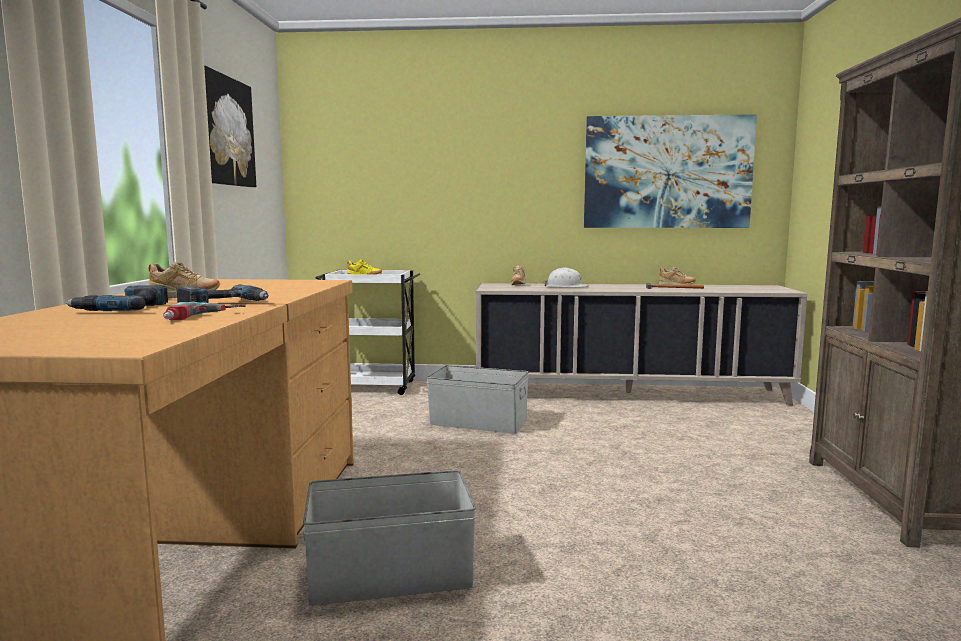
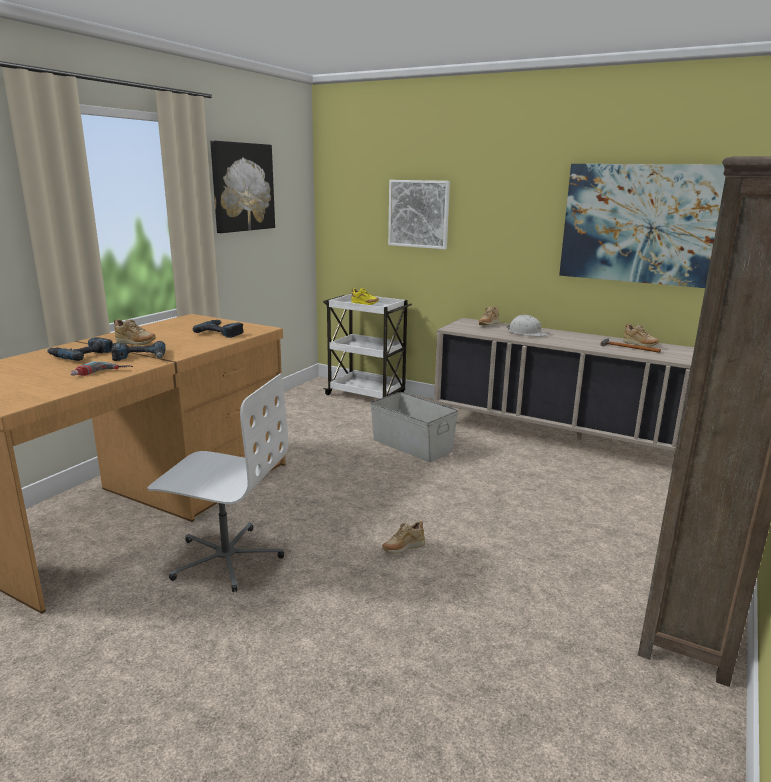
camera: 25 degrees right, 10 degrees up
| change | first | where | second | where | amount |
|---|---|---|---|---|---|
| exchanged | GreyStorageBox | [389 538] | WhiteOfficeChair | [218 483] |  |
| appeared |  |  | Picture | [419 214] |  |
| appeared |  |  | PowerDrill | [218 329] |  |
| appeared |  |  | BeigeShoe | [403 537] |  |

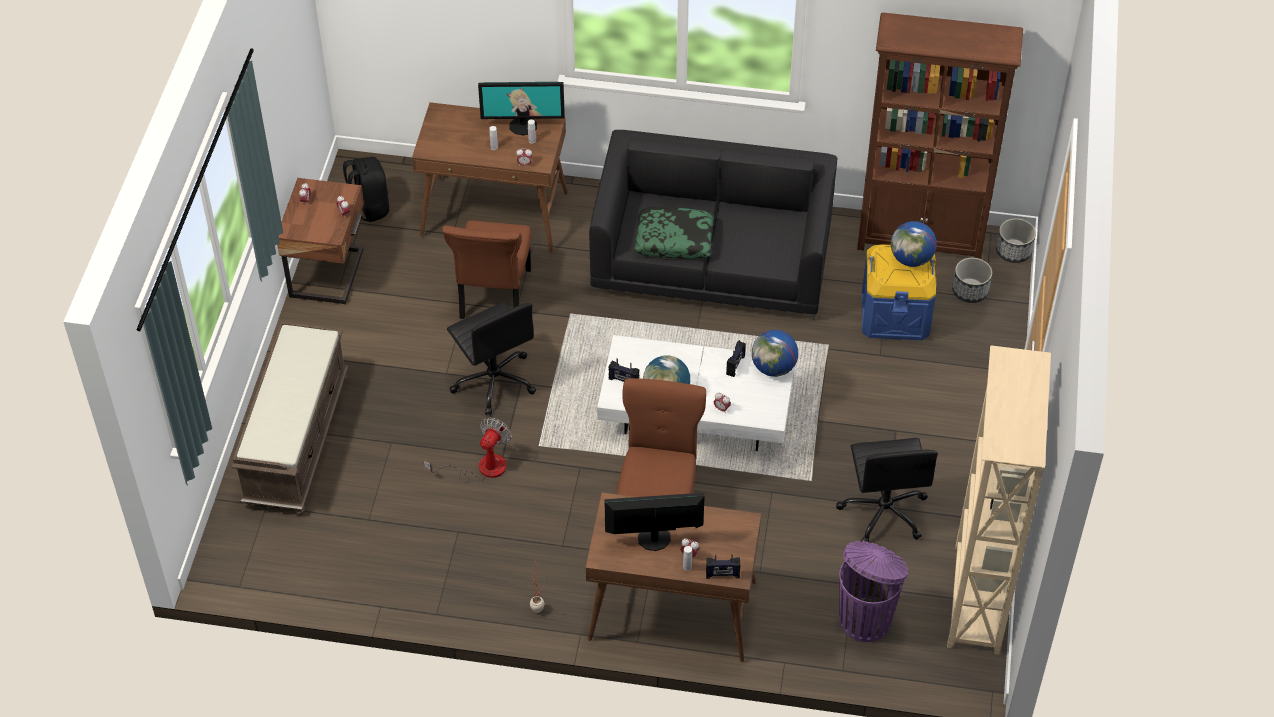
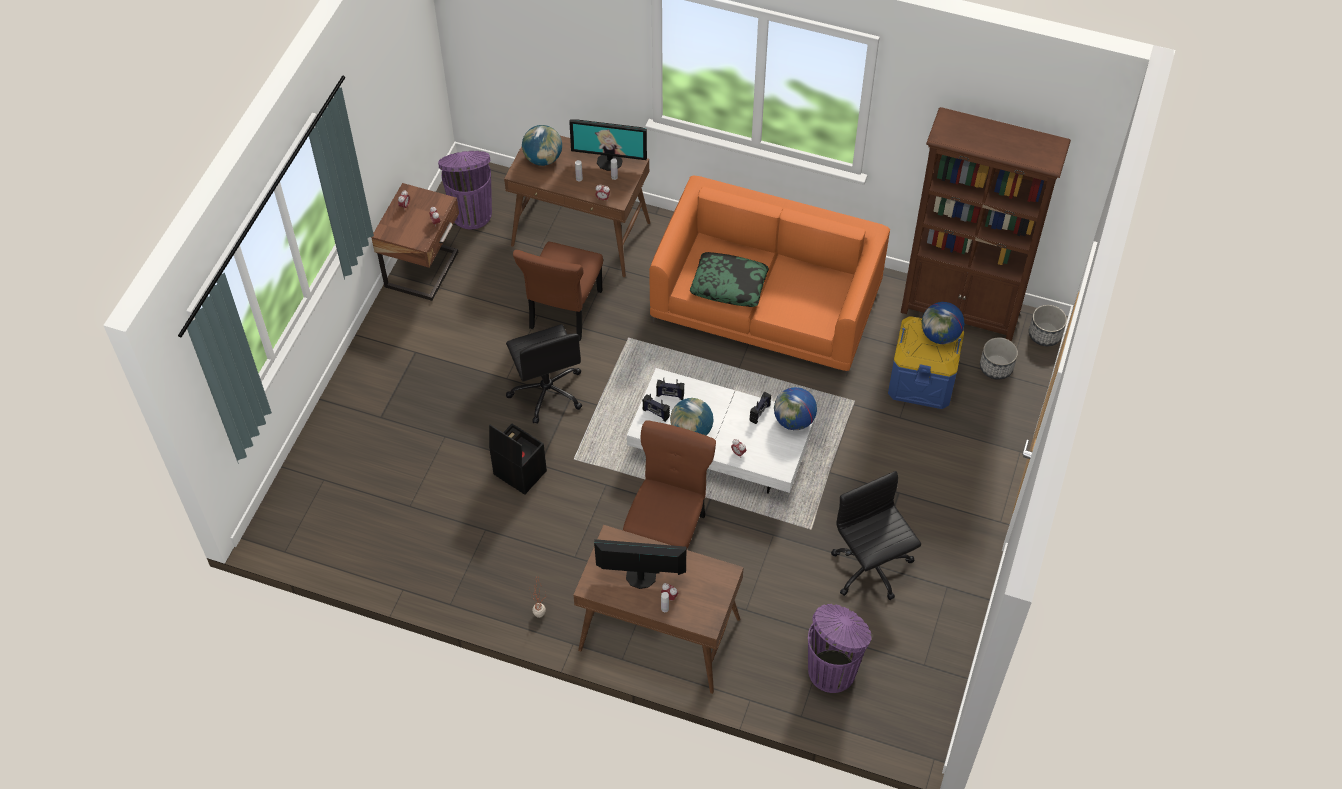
camera: 10 degrees right, 5 degrees up
| change | first | where | second | where | amount |
|---|---|---|---|---|---|
| colour | BlackSofa | [713 225] | OrangeSofa | [769 276] |  |
| exchanged | BlackBackpack | [366 189] | PurpleTrashCan | [465 190] |  |
| missing | BrownBench | [290 418] |  |  |  |
| missing | BeigeBookcase | [999 500] |  |  |  |
| exchanged | Fan | [468 450] | BlackStorageBox | [518 459] |  |
| spun | BlackOfficeChair | [887 490] |  | [876 535] | 150 degrees clockwise |
| relocated | Radio | [723 566] |  | [670 388] |  |
| appeared |  |  | Globe | [542 145] |  |

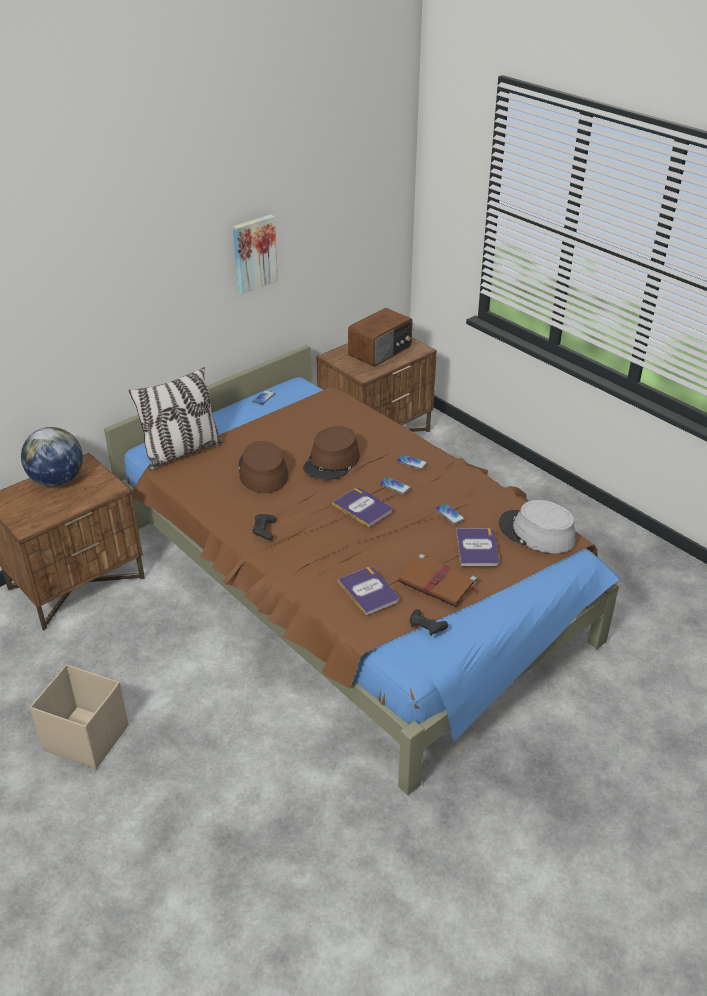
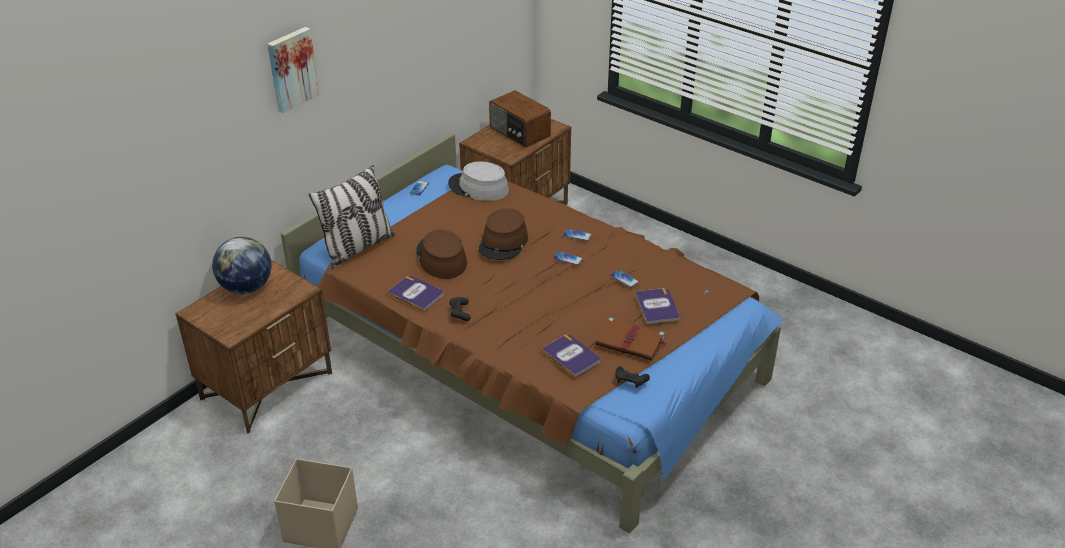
camera: 10 degrees left, 0 degrees up
| change | first | where | second | where | amount |
|---|---|---|---|---|---|
| relocated | Picture | [255 254] |  | [293 70] |  |
| spun | Radio | [380 337] |  | [520 119] | 105 degrees clockwise |
| relocated | Book | [362 507] |  | [415 293] |  |
| relocated | GreyHat | [537 526] |  | [478 181] |  |

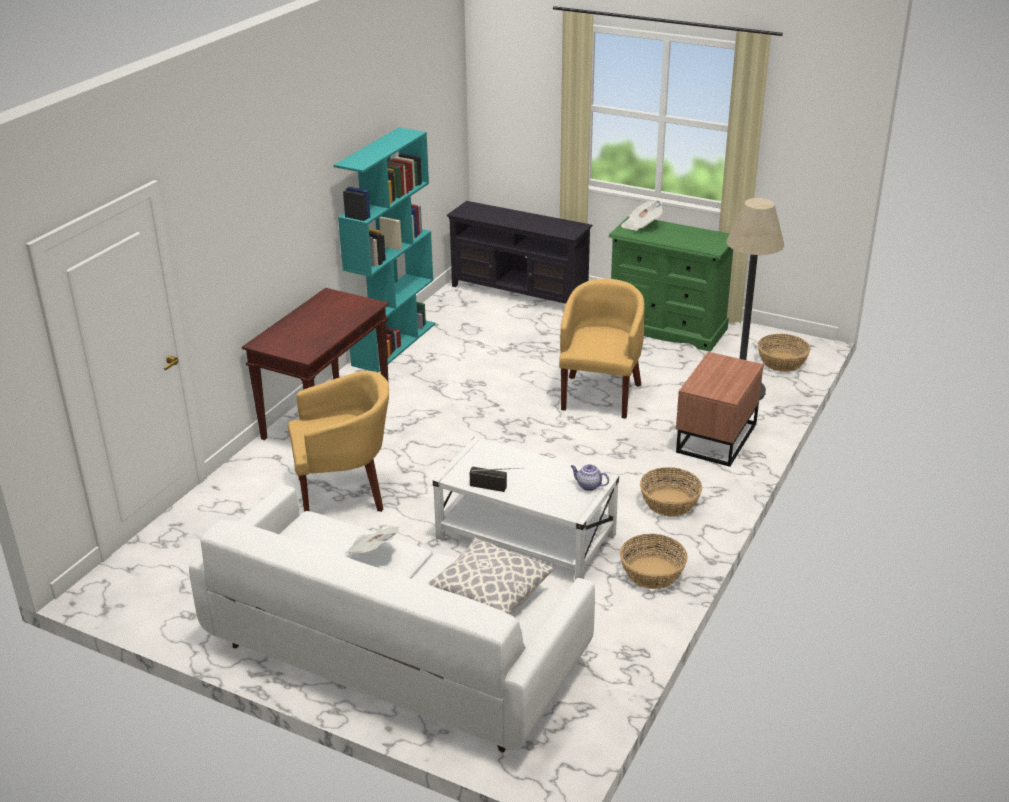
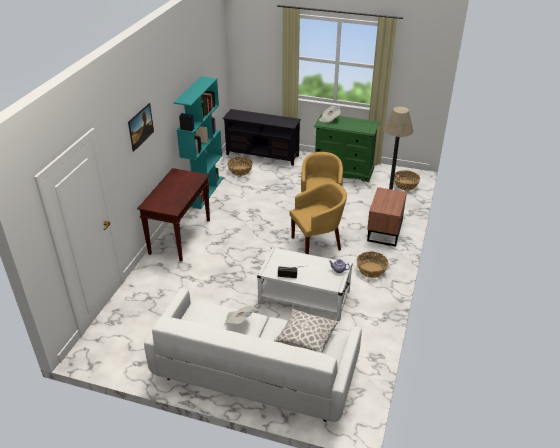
camera: 10 degrees left, 5 degrees up
| change | first | where | second | where | amount |
|---|---|---|---|---|---|
| relocated | YellowArmchair | [338 441] |  | [318 218] |  |
| relocated | Basket | [654 561] |  | [240 166] |  |
| appeared |  |  | Picture | [141 127] |  |

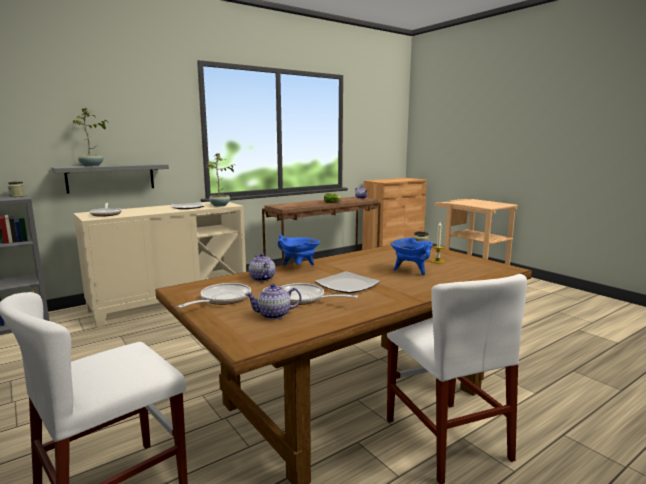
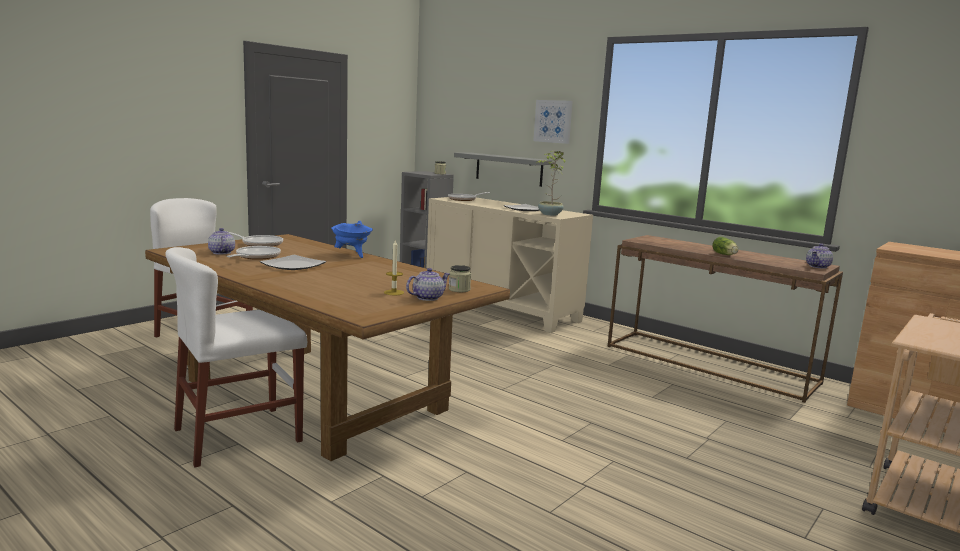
camera: 75 degrees right, 0 degrees up
| change | first | where | second | where | amount |
|---|---|---|---|---|---|
| missing | PottedPlant | [90 137] |  |  |  |
| missing | BlueCookingPot | [412 256] |  |  |  |
| relocated | Teapot | [262 267] |  | [428 284] |  |
| appeared |  |  | Picture | [553 122] |  |

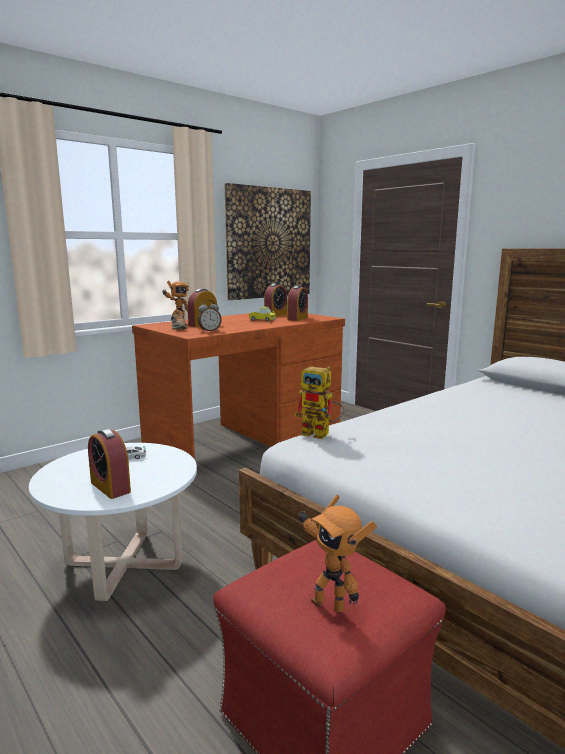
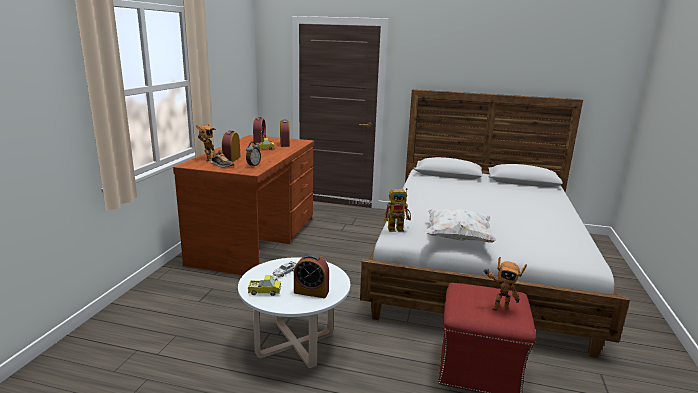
camera: 35 degrees left, 5 degrees up
| change | first | where | second | where | amount |
|---|---|---|---|---|---|
| missing | Picture | [267 241] |  |  |  |
| appeared |  |  | WhitePillow | [460 226] |  |
| appeared |  |  | ToyTruck | [264 285] |  |

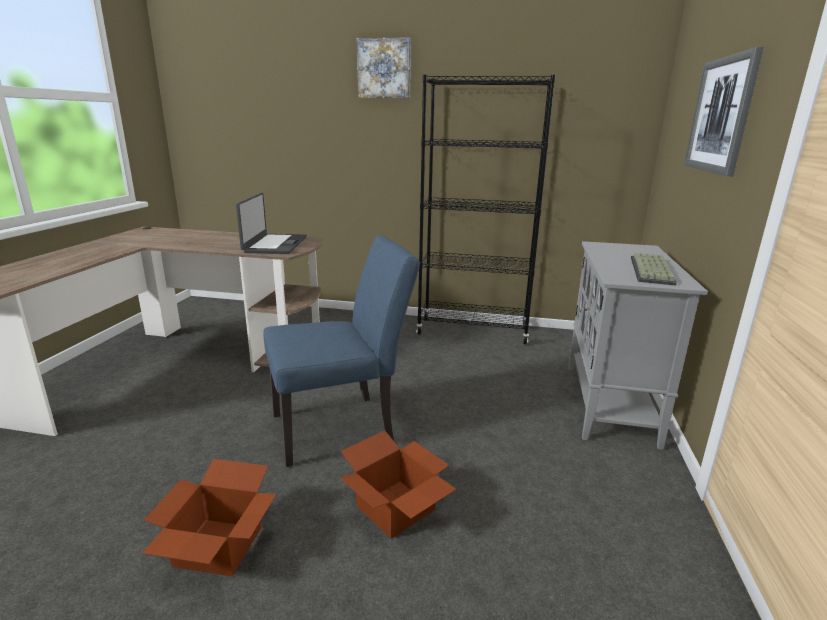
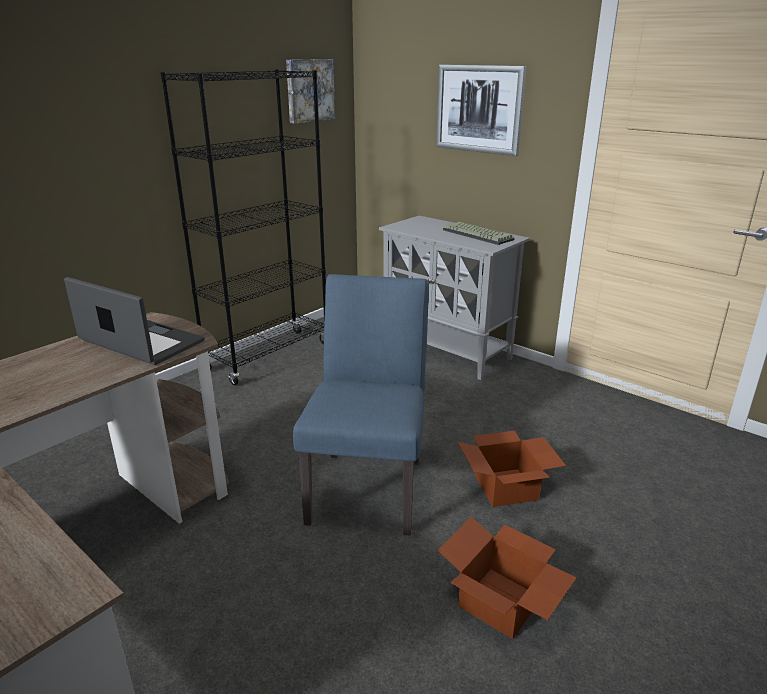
camera: 60 degrees left, 5 degrees up
| change | first | where | second | where | amount |
|---|---|---|---|---|---|
| relocated | Picture | [384 67] |  | [310 91] |  |

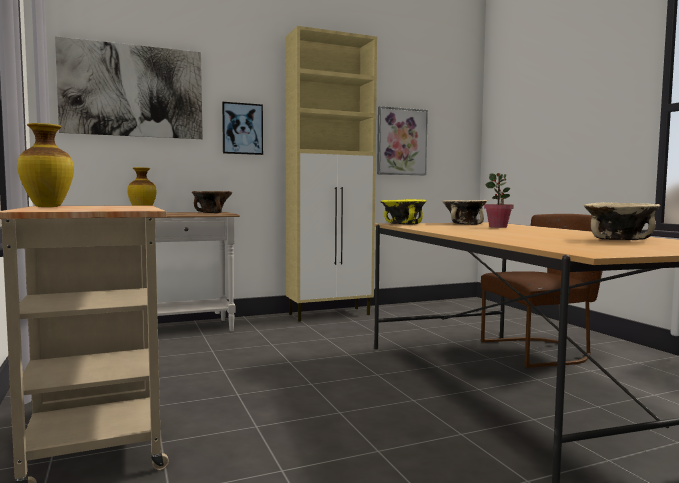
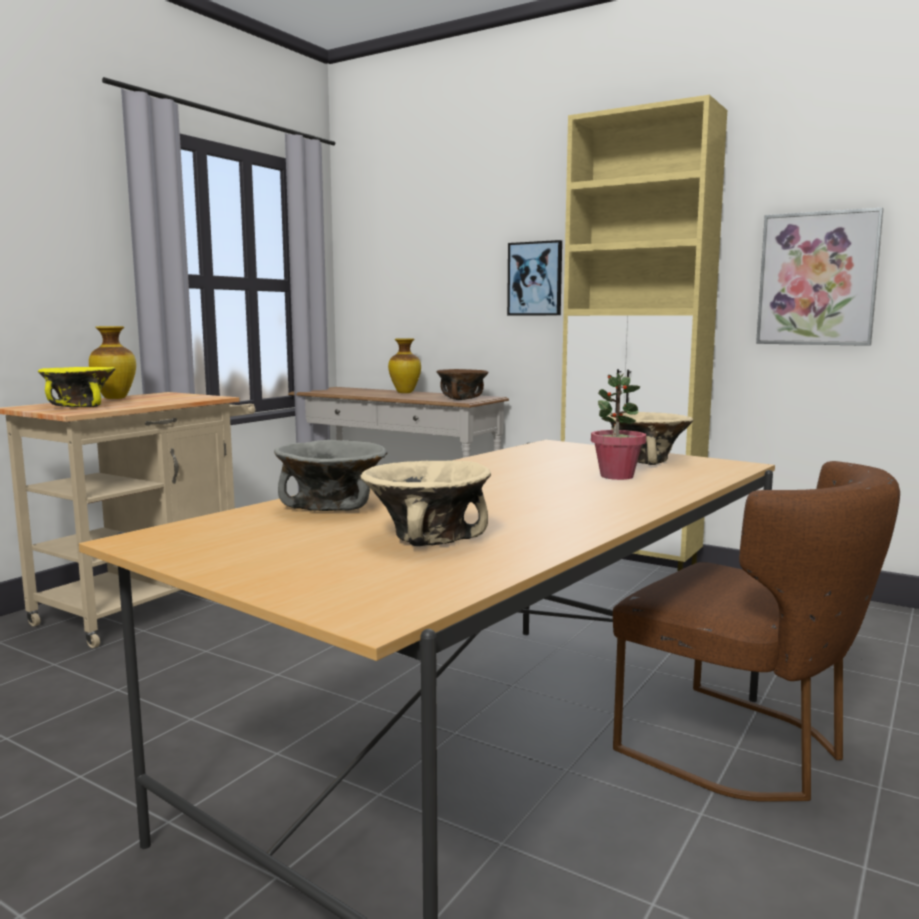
camera: 55 degrees right, 5 degrees up
| change | first | where | second | where | amount |
|---|---|---|---|---|---|
| missing | Picture | [129 87] |  |  |  |
| relocated | YellowBowl | [403 212] |  | [76 387] |  |
| appeared |  |  | GreyBowl | [330 475] |  |

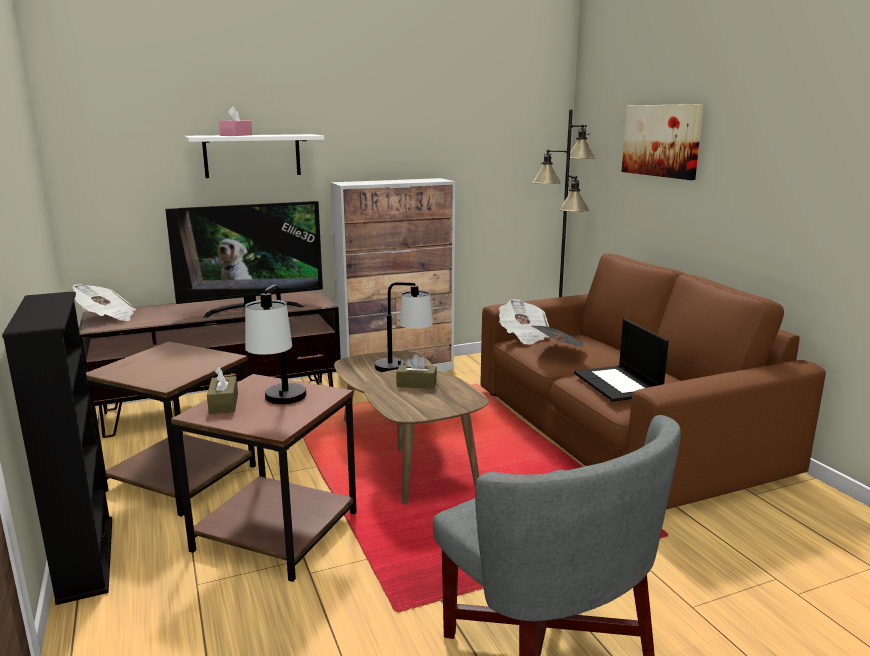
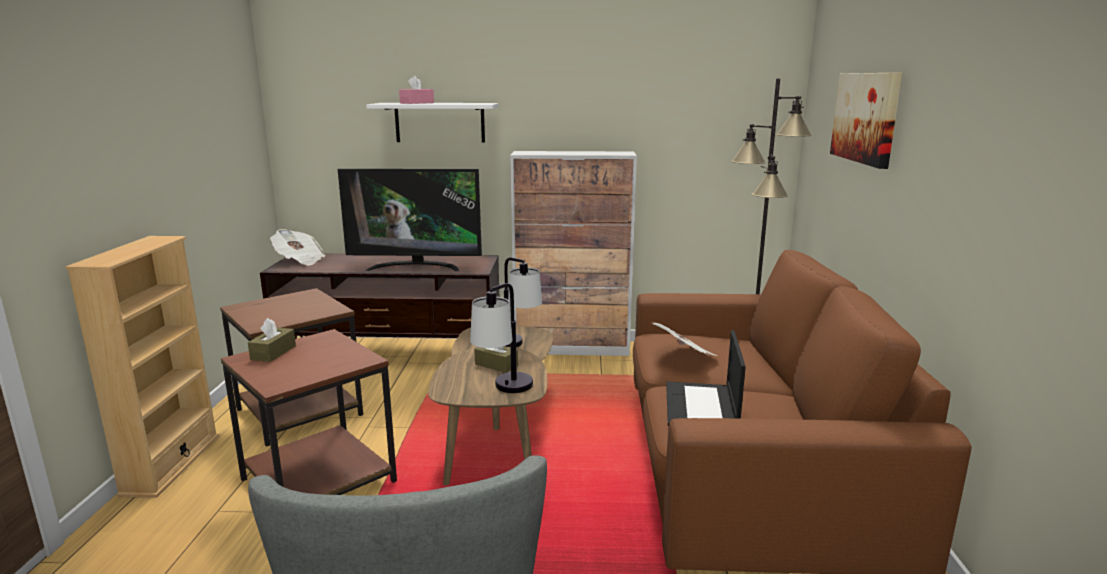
camera: 25 degrees right, 0 degrees up
| change | first | where | second | where | amount |
|---|---|---|---|---|---|
| relocated | TableLamp | [275 344] |  | [501 338] |  |
| colour | BlackBookcase | [57 448] | BeigeBookcase | [142 367] |  |
| missing | Newspaper | [524 322] |  |  |  |

